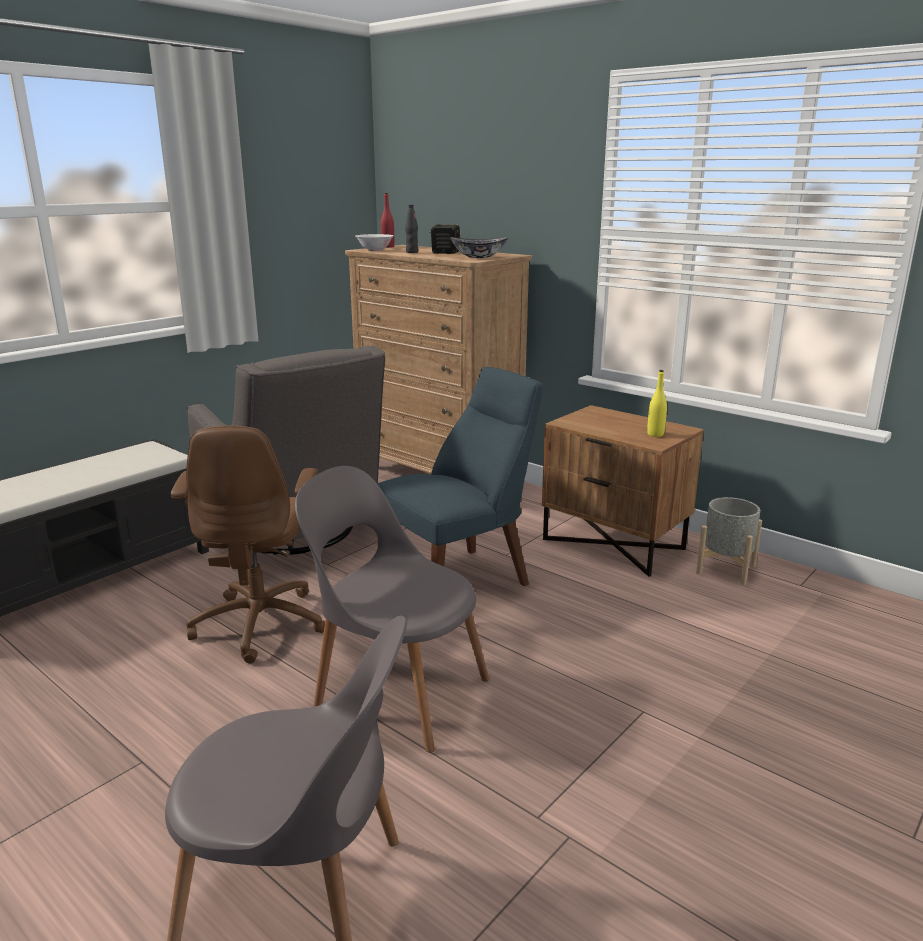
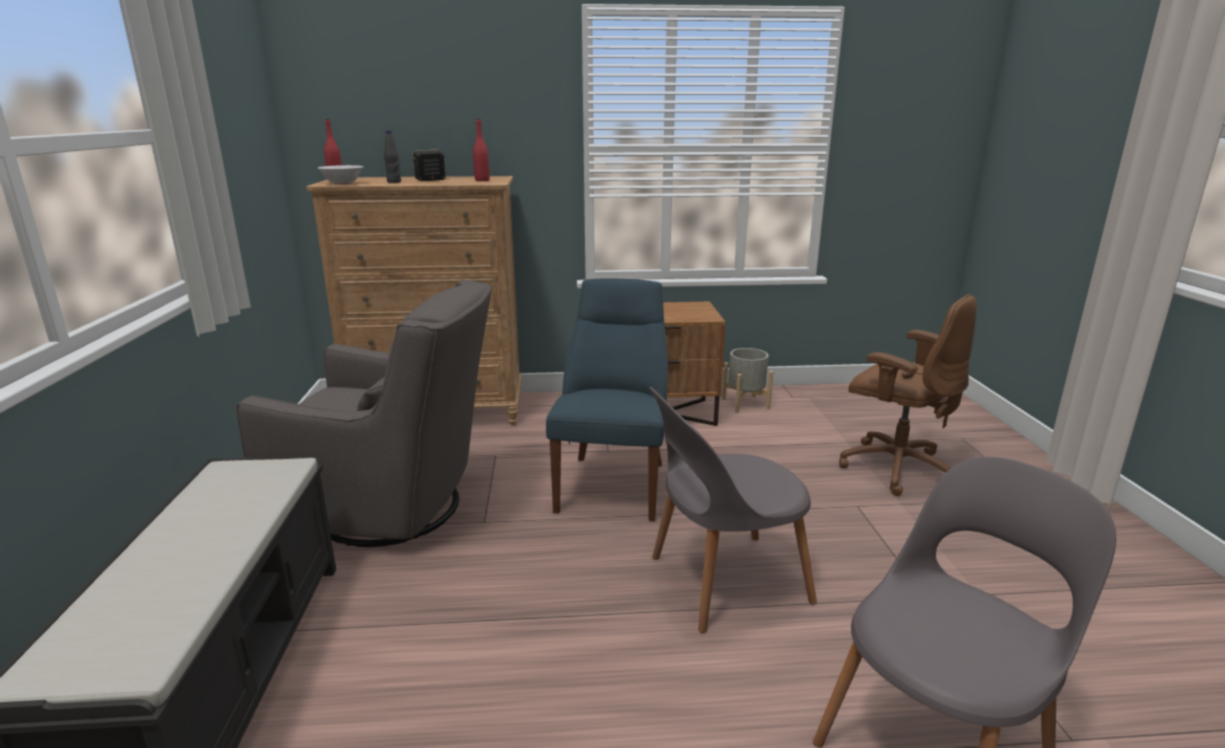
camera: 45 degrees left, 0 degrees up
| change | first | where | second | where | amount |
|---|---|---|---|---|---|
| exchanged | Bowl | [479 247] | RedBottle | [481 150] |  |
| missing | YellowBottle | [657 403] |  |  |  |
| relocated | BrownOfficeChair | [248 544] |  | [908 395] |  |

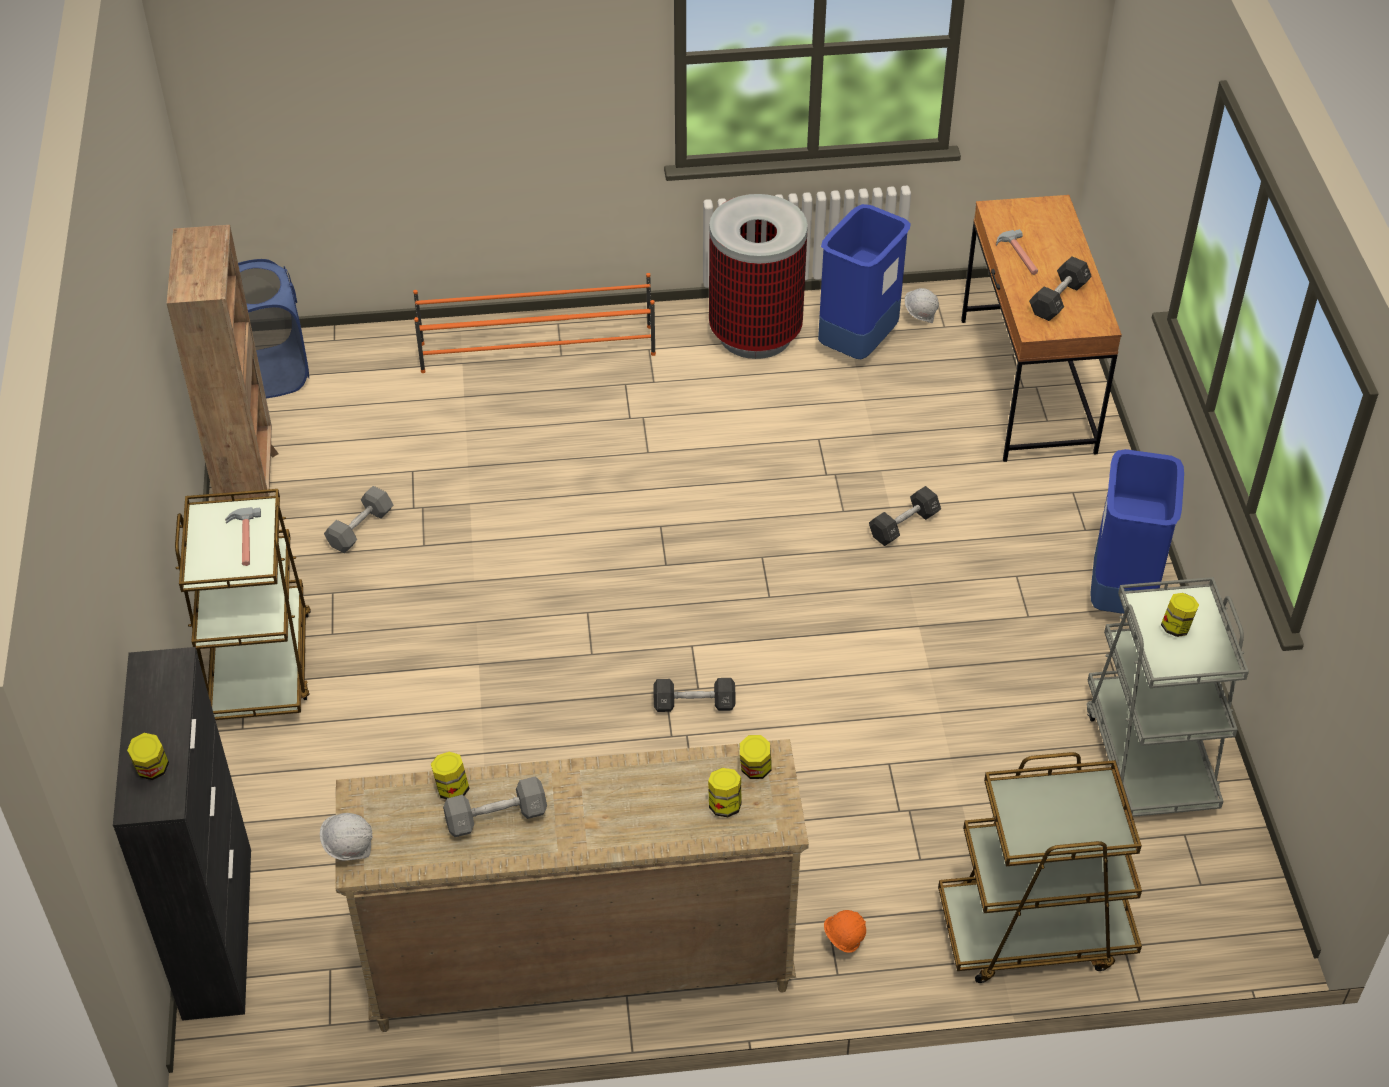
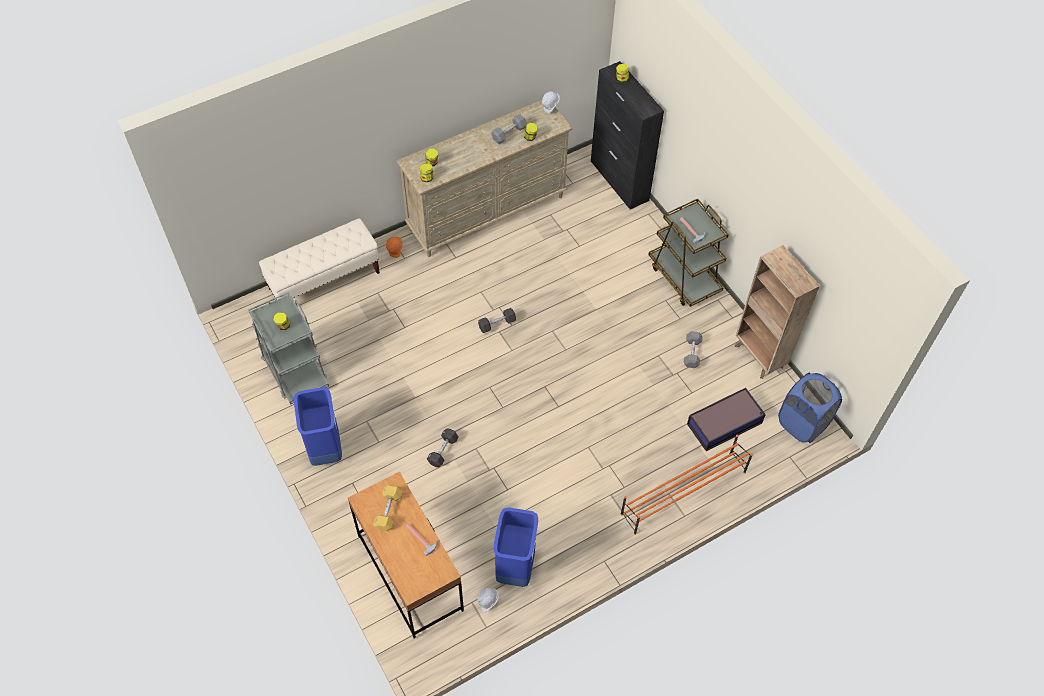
camera: 155 degrees right, 10 degrees up
| change | first | where | second | where | amount |
|---|---|---|---|---|---|
| missing | TrashCan | [758 276] |  |  |  |
| colour | BlackDumbbell | [1060 288] | YellowDumbbell | [387 508] |  |
| exchanged | BrownCart | [1040 867] | BeigeBench | [319 259] |  |
| appeared |  |  | StorageBox | [726 419] |  |

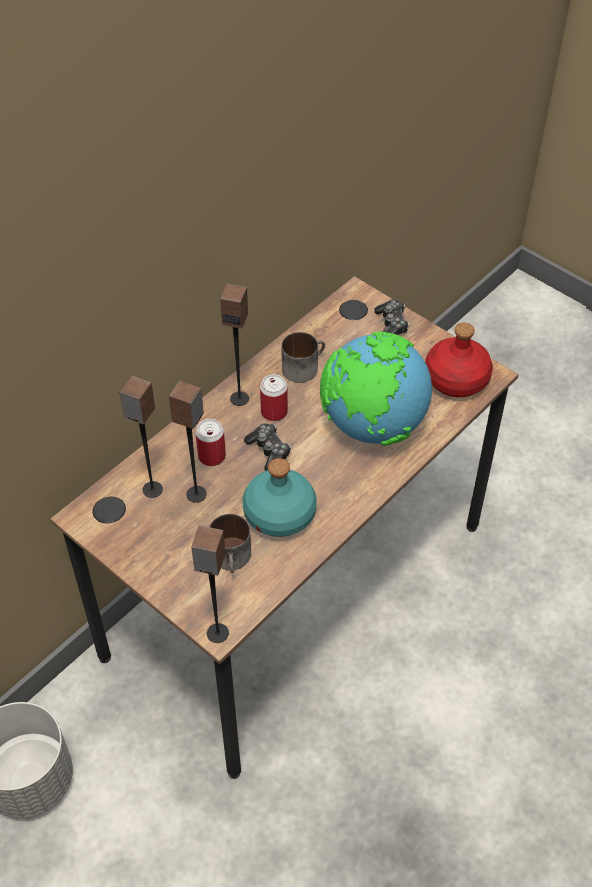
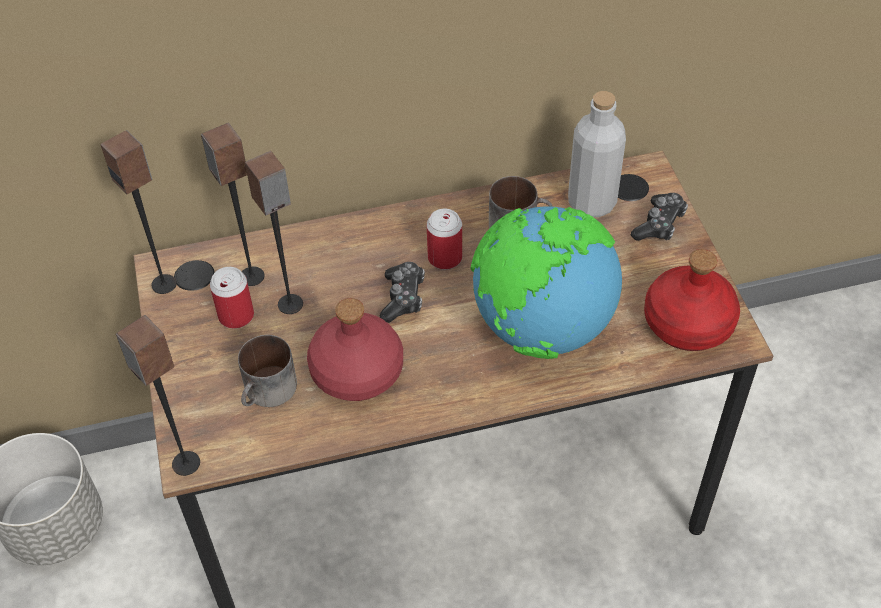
camera: 35 degrees right, 0 degrees up
| change | first | where | second | where | amount |
|---|---|---|---|---|---|
| relocated | Speaker | [234 345] |  | [138 212] |  |
| relocated | Can | [210 442] |  | [232 298] |  |
| colour | TurquoiseBottle | [280 497] | RedBottle | [355 349] |  |
| appeared |  |  | GreyBottle | [597 154] |  |

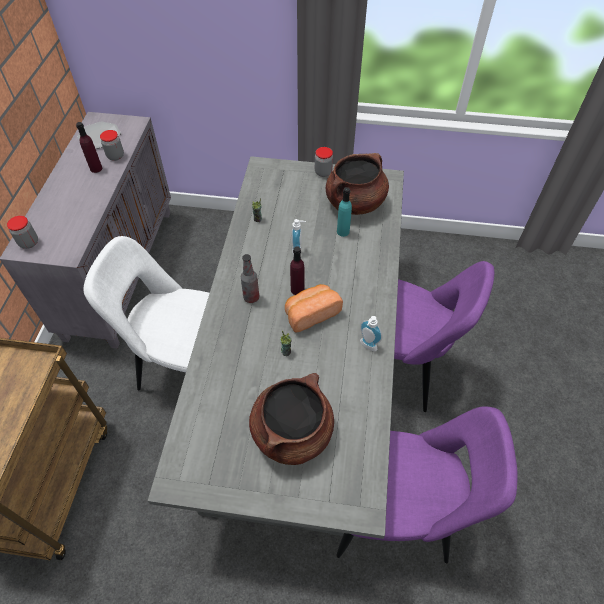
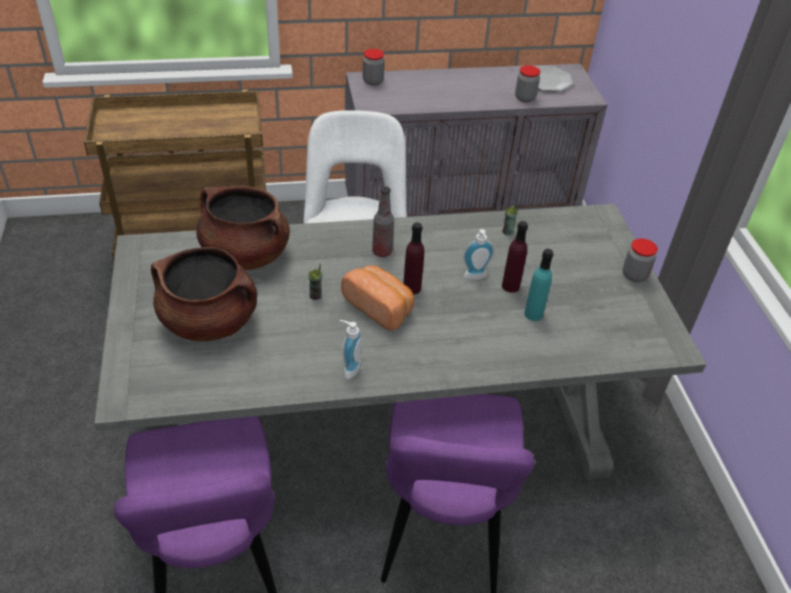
camera: 70 degrees right, 10 degrees down
| change | first | where | second | where | amount |
|---|---|---|---|---|---|
| relocated | PurpleBottle | [89 147] |  | [515 257] |  |
| relocated | BrownCookingPot | [357 184] |  | [243 228] |  |

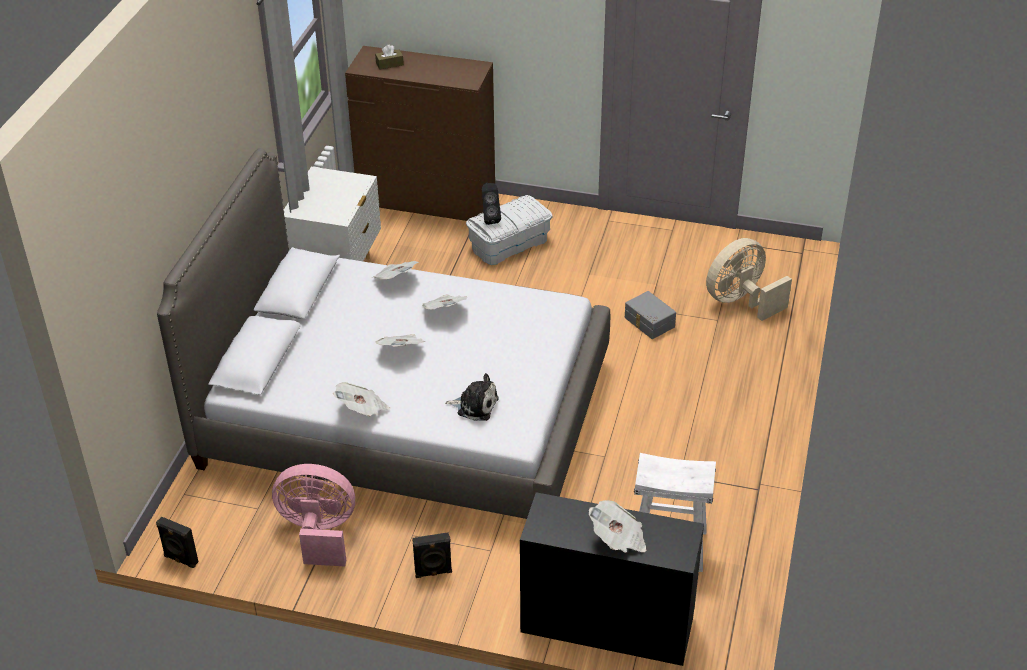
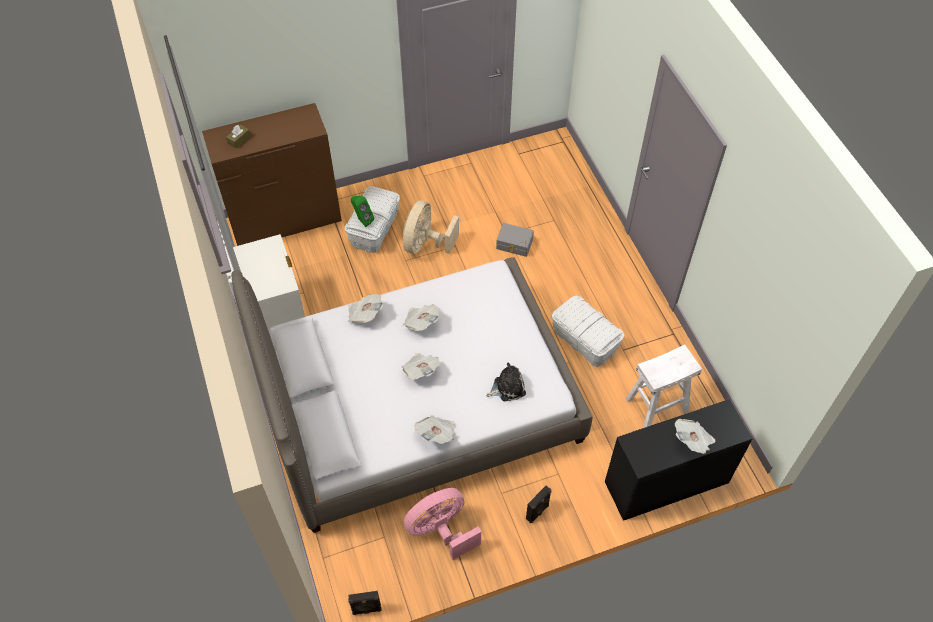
camera: 35 degrees left, 15 degrees up
| change | first | where | second | where | amount |
|---|---|---|---|---|---|
| colour | BlackSpeaker | [491 204] | GreenSpeaker | [362 211] |  |
| relocated | BeigeFan | [749 279] |  | [431 227] |  |
| appeared |  |  | WhiteStorageBox | [588 331] |  |

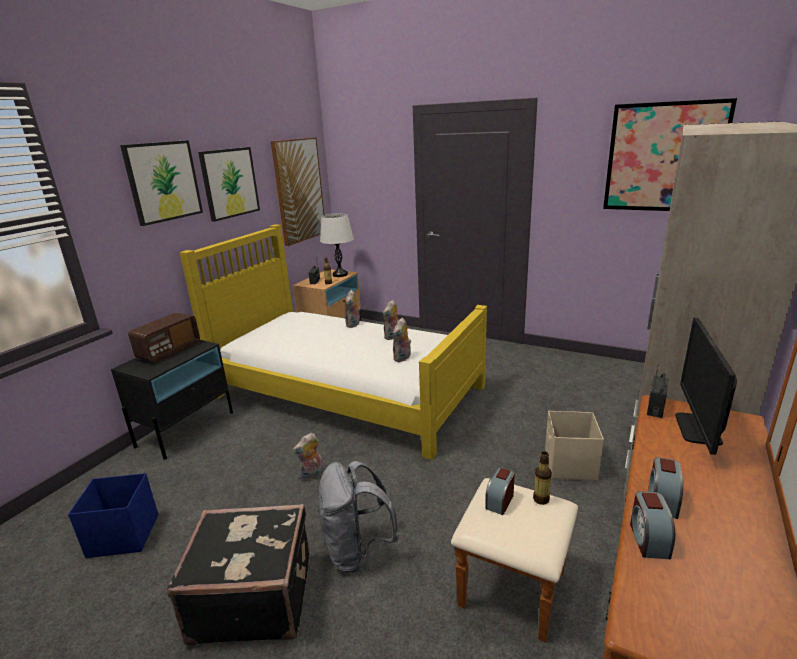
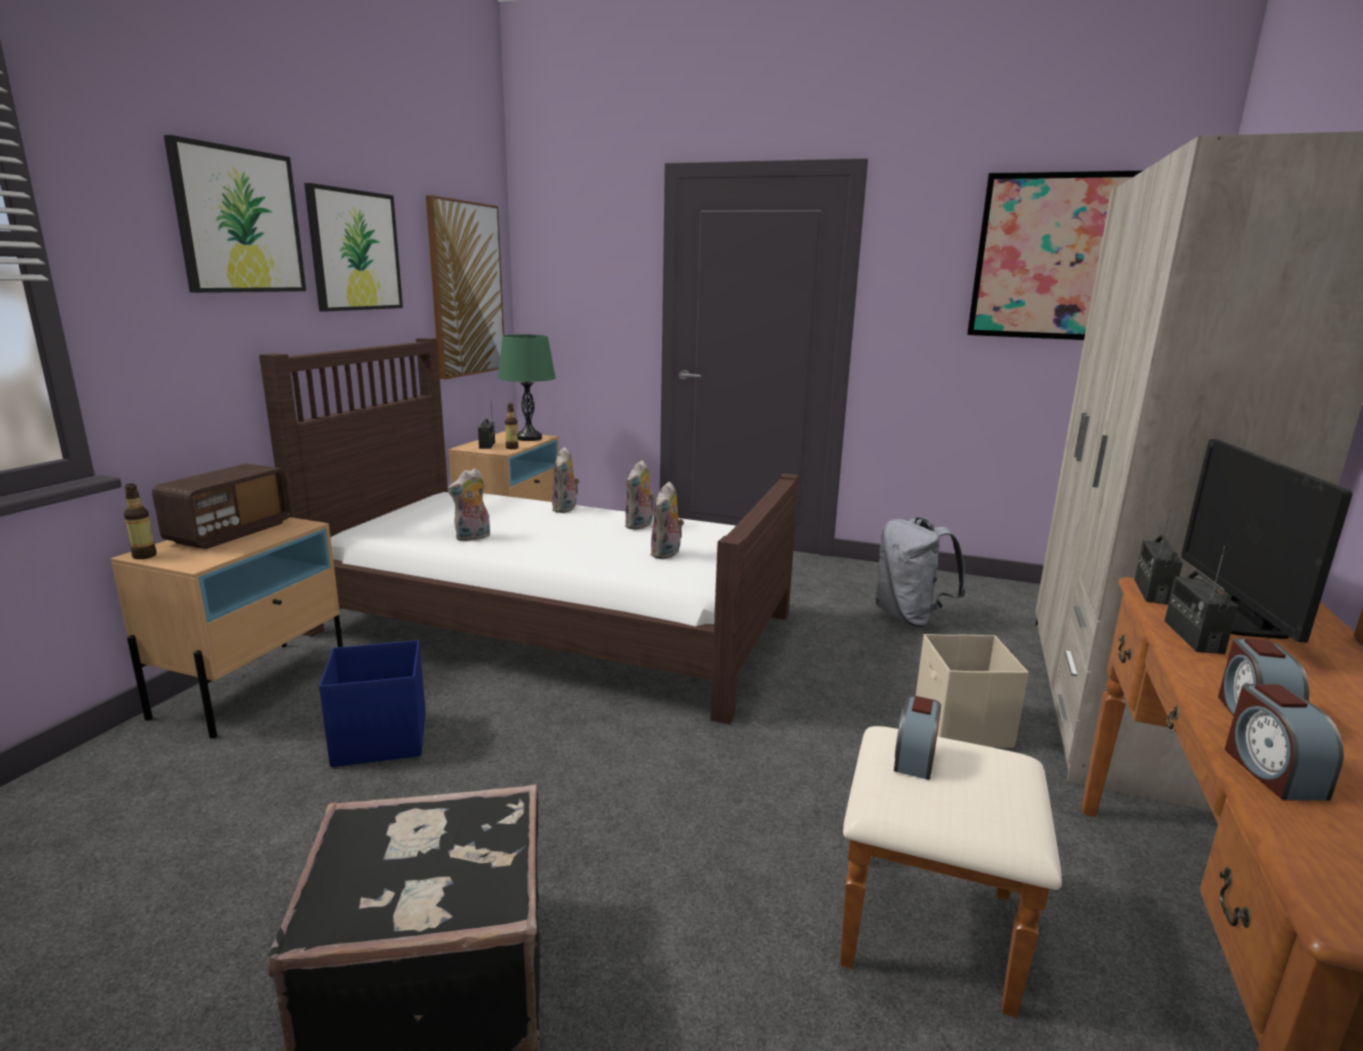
camera: 10 degrees left, 5 degrees down
| change | first | where | second | where | amount |
|---|---|---|---|---|---|
| colour | WhiteTableLamp | [337 245] | GreenTableLamp | [527 387] |  |
| colour | YellowBed | [333 342] | BrownBed | [529 531] |  |
| colour | BlackNightstand | [172 400] | BeigeNightstand | [227 628] |  |
| relocated | PlushToy | [308 456] |  | [468 504] |  |
| relocated | Bottle | [542 478] |  | [140 521] |  |
| relocated | GreyBackpack | [358 516] |  | [920 572] |  |
| relocated | BlueStorageBox | [113 515] |  | [372 703] |  |
| appeared |  |  | Radio | [1201 600] |  |

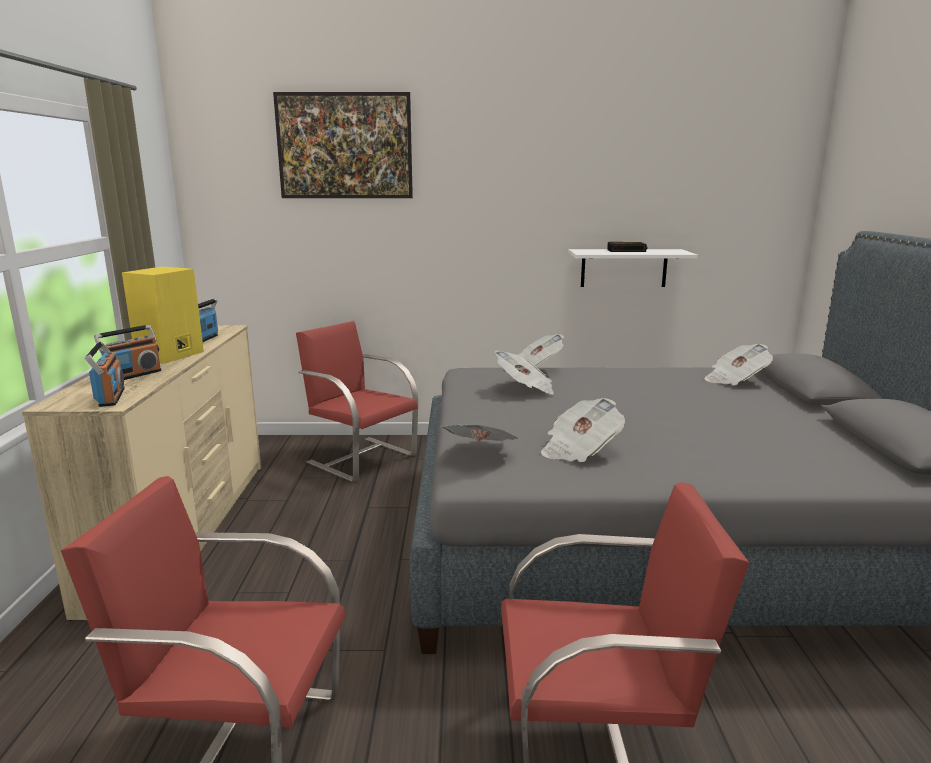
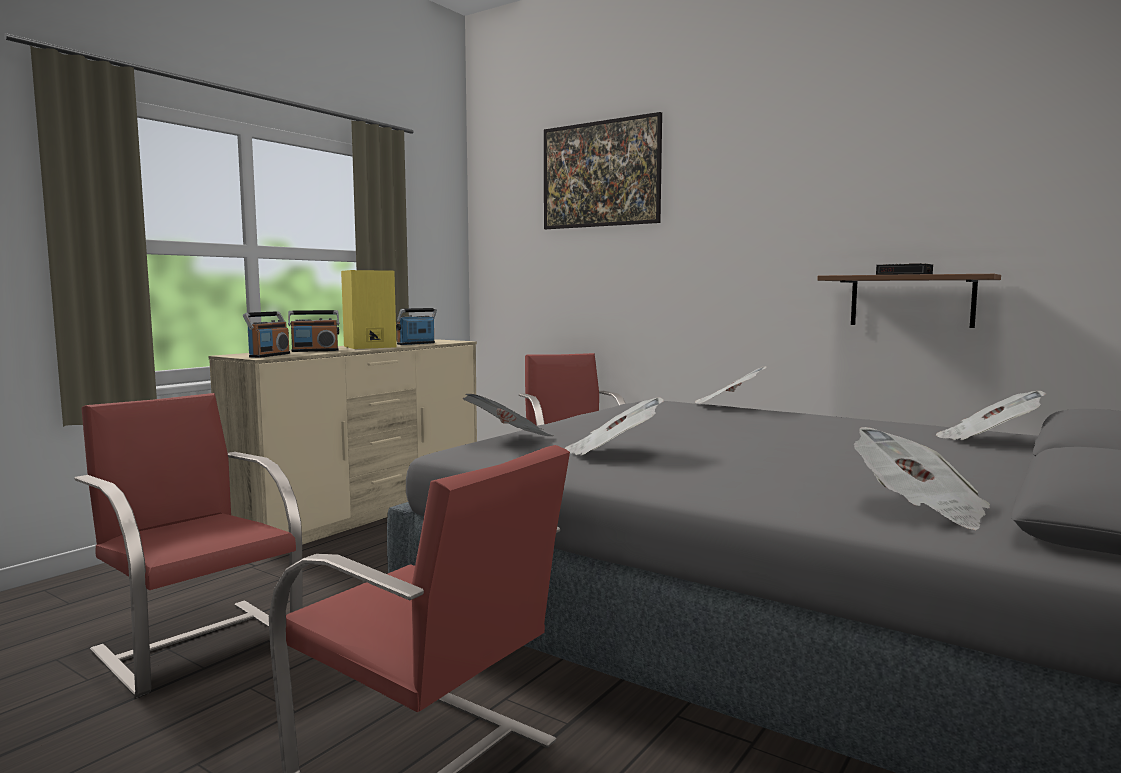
camera: 35 degrees right, 10 degrees down
| change | first | where | second | where | amount |
|---|---|---|---|---|---|
| colour | WhiteShelf | [633 268] | BrownShelf | [909 301] |  |
| relocated | Newspaper | [524 372] |  | [922 478] |  |

